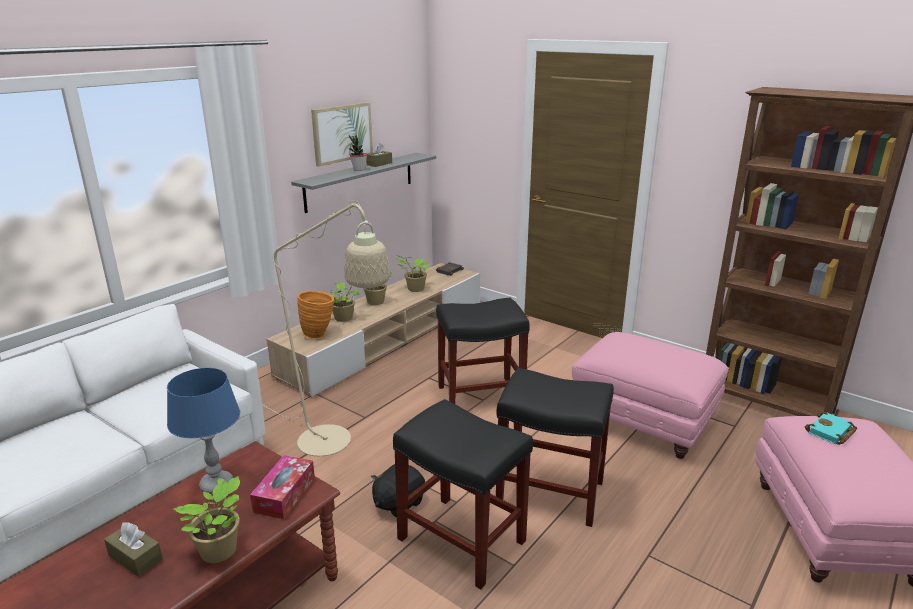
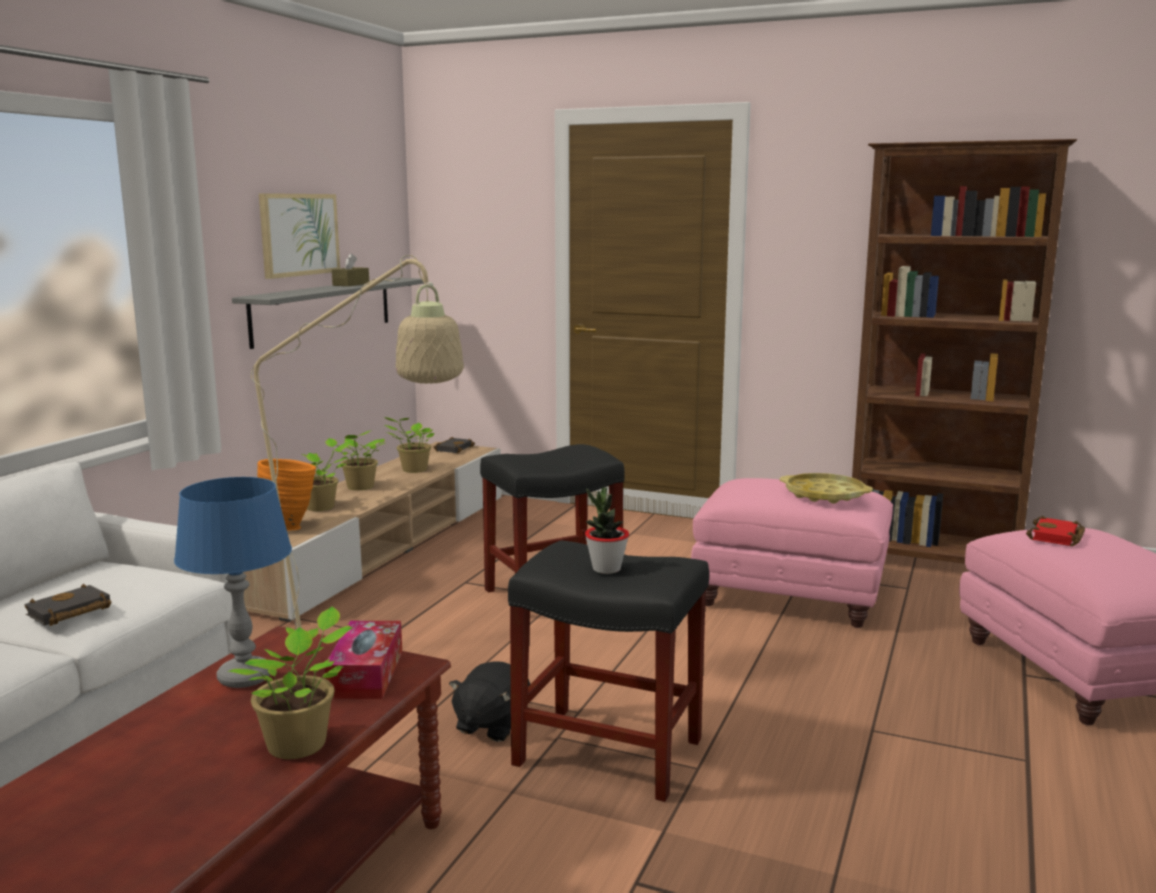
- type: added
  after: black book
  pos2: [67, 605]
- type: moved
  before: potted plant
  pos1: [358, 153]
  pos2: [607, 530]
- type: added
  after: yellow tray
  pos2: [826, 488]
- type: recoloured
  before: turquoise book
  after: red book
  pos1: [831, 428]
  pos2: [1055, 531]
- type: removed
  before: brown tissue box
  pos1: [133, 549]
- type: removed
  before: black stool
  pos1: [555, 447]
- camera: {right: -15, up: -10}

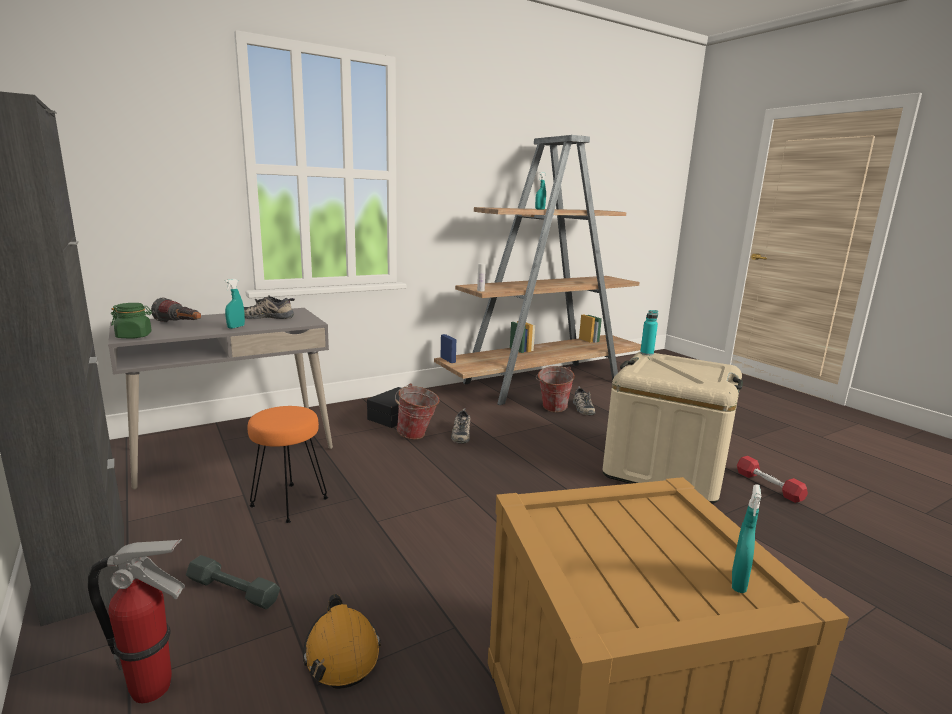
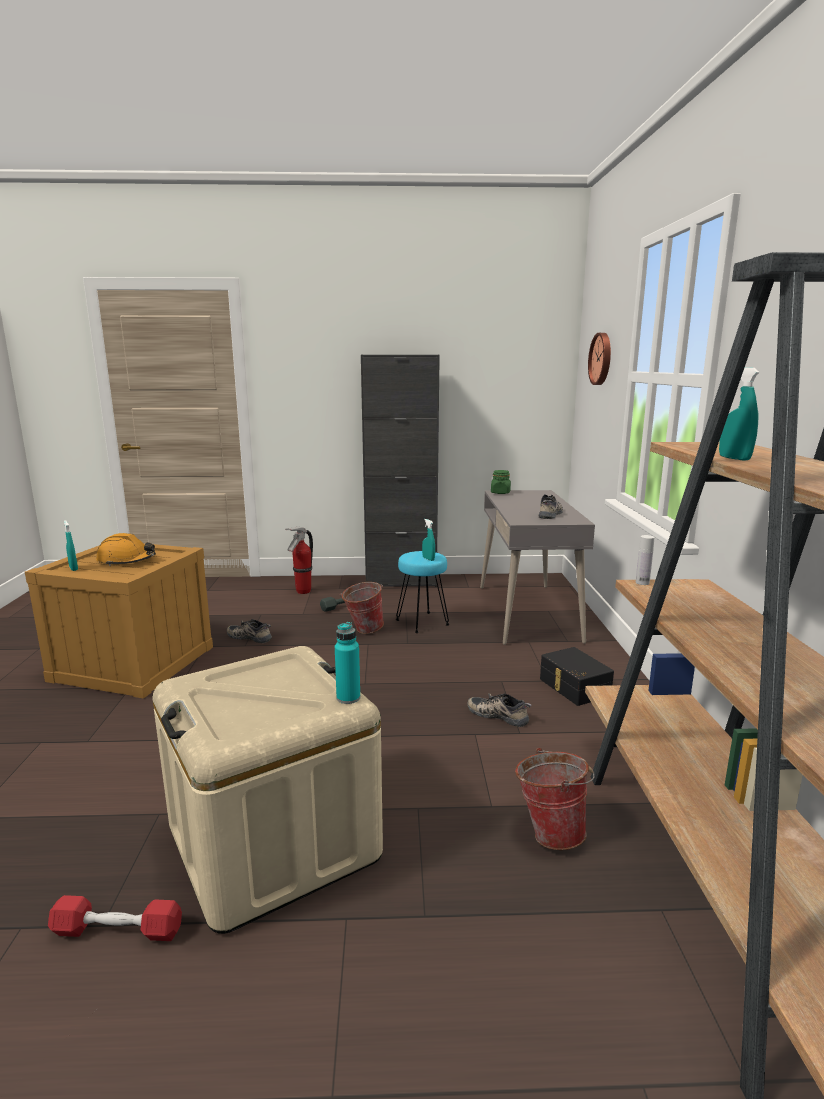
- type: moved
  before: orange hard hat
  pos1: [342, 641]
  pos2: [126, 549]
- type: moved
  before: shoe
  pos1: [584, 400]
  pos2: [249, 631]
- type: moved
  before: bucket
  pos1: [417, 411]
  pos2: [362, 608]
- type: recoloured
  before: orange stool
  after: turquoise stool
  pos1: [287, 464]
  pos2: [423, 592]
- type: moved
  before: turquoise spray bottle
  pos1: [235, 304]
  pos2: [428, 540]
- type: added
  after: wall clock
  pos2: [599, 359]
- type: removed
  before: flashlight
  pos1: [176, 309]
- camera: {right: 120, up: 0}

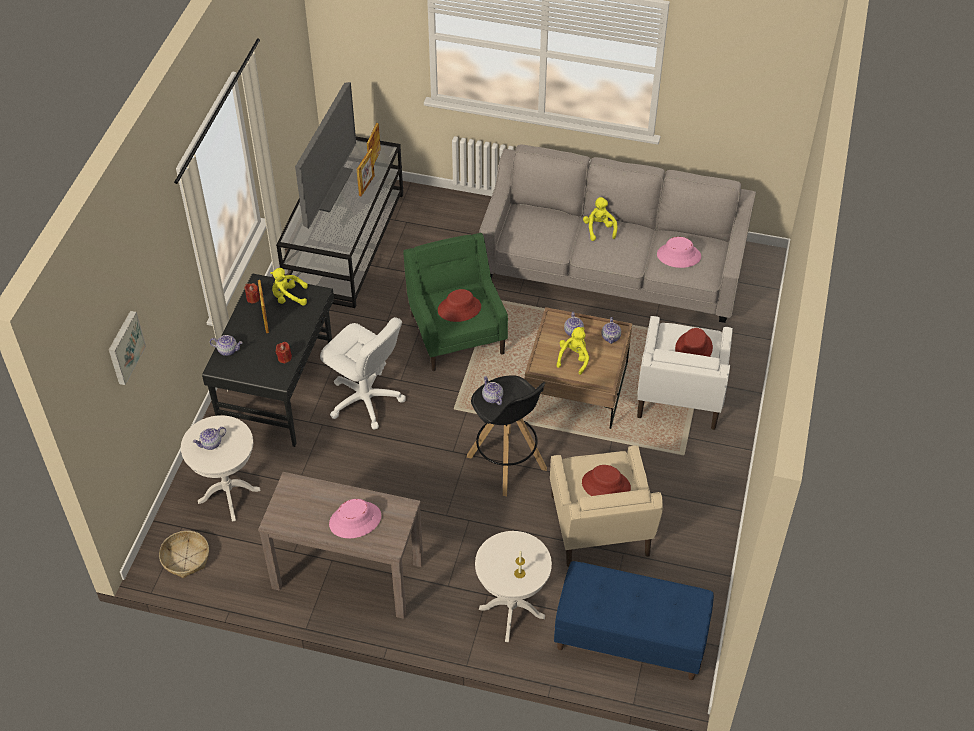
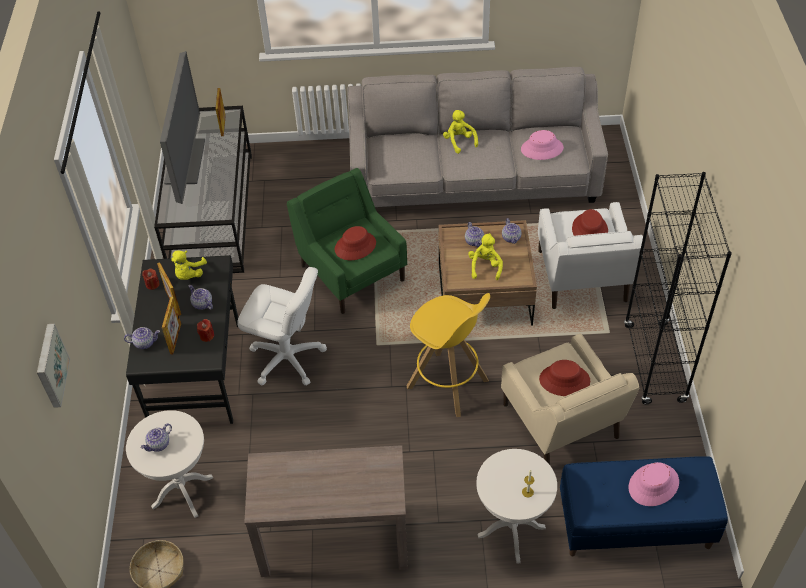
- type: moved
  before: picture frame
  pos1: [366, 172]
  pos2: [171, 325]
- type: turned
  before: yellow plush toy
  pos1: [289, 287]
  pos2: [189, 265]
  turn: -60
- type: moved
  before: teapot
  pos1: [492, 390]
  pos2: [201, 297]
- type: recoloured
  before: black stool
  after: yellow stool
  pos1: [507, 435]
  pos2: [448, 355]
- type: added
  after: black bookcase
  pos2: [678, 288]
- type: moved
  before: pink hat
  pos1: [355, 518]
  pos2: [653, 484]
- camera: {right: -15, up: 0}

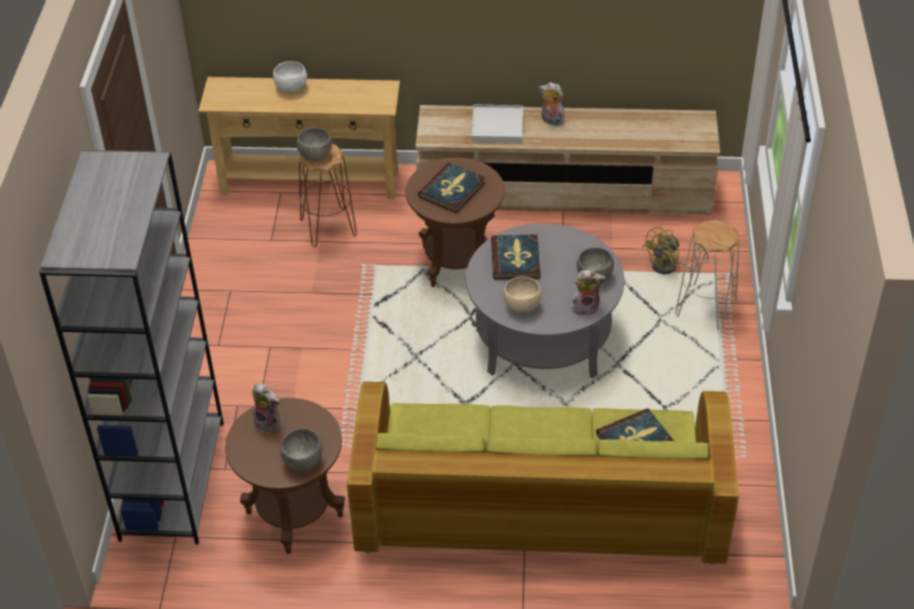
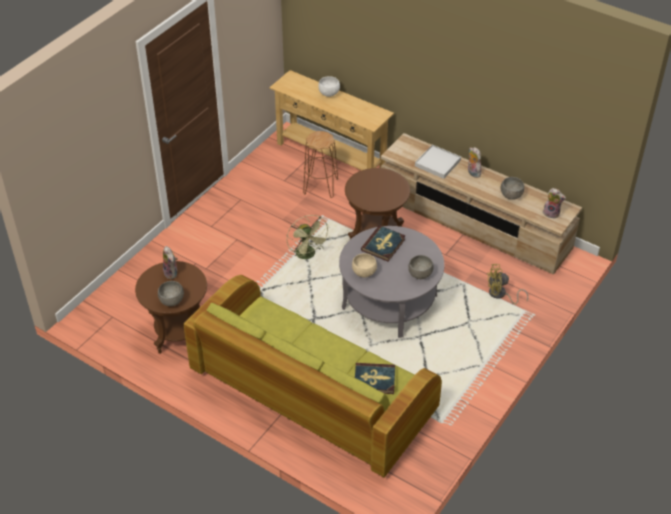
- type: added
  after: green fan
  pos2: [308, 237]
- type: moved
  before: grey bowl
  pos1: [314, 144]
  pos2: [512, 188]
- type: moved
  before: plush toy
  pos1: [589, 293]
  pos2: [554, 203]
- type: removed
  before: grey bookcase
  pos1: [131, 347]
- type: removed
  before: book
  pos1: [451, 187]
- type: removed
  before: beige stool
  pos1: [707, 275]
- camera: {right: 30, up: 0}

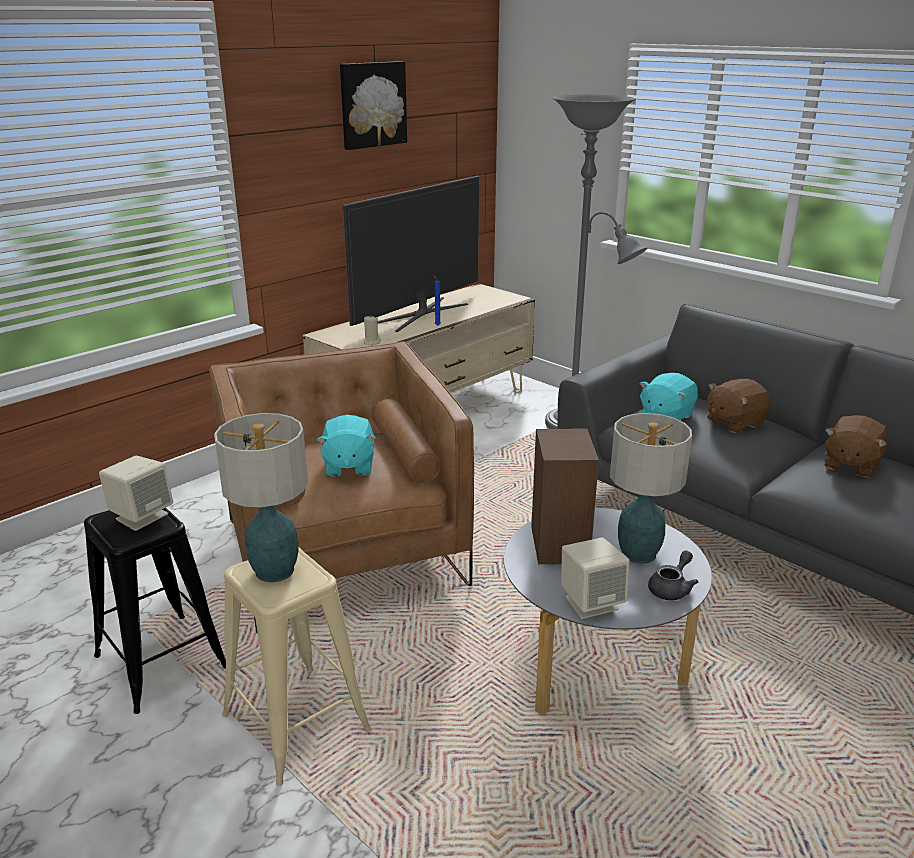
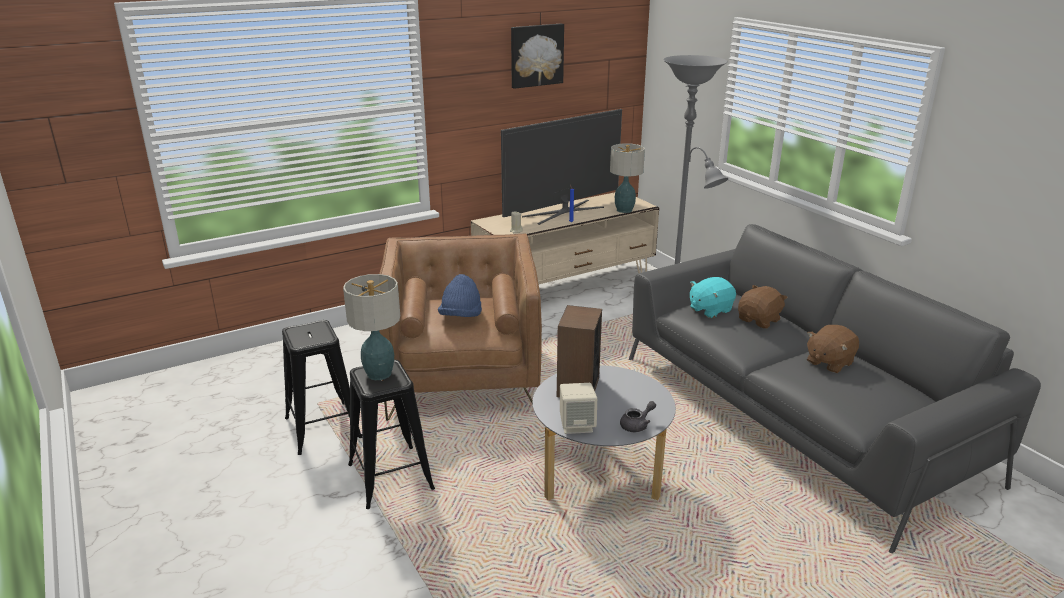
- type: recoloured
  before: beige stool
  after: black stool
  pos1: [297, 667]
  pos2: [391, 434]
- type: replaced
  before: turquoise plush toy
  after: blue hat
  pos1: [346, 446]
  pos2: [460, 295]
- type: moved
  before: table lamp
  pos1: [651, 488]
  pos2: [627, 178]
- type: turned
  before: brown plush toy
  pos1: [739, 406]
  pos2: [763, 307]
  turn: 150
- type: removed
  before: beige speaker
  pos1: [136, 493]
- camera: {right: 15, up: 0}

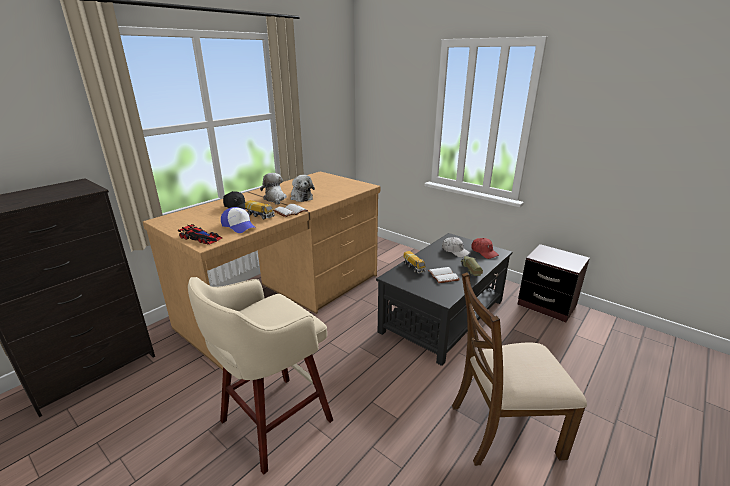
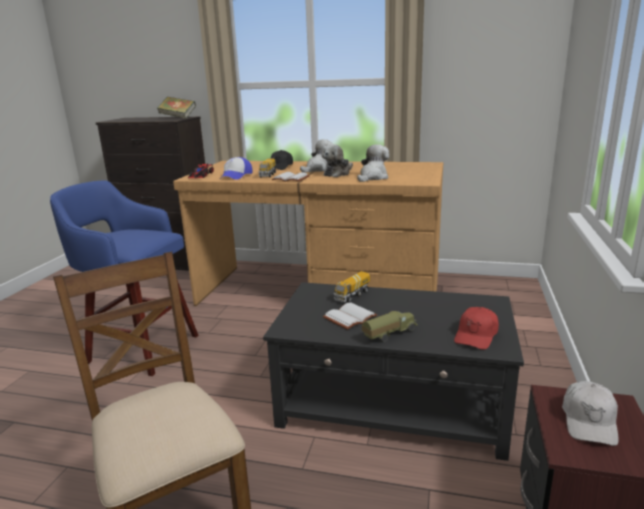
- type: recoloured
  before: beige stool
  after: blue stool
  pos1: [260, 376]
  pos2: [124, 278]
- type: added
  after: book
  pos2: [176, 108]
- type: added
  after: plush toy
  pos2: [373, 163]
- type: moved
  before: white cap
  pos1: [456, 247]
  pos2: [590, 413]
- camera: {right: 65, up: -5}

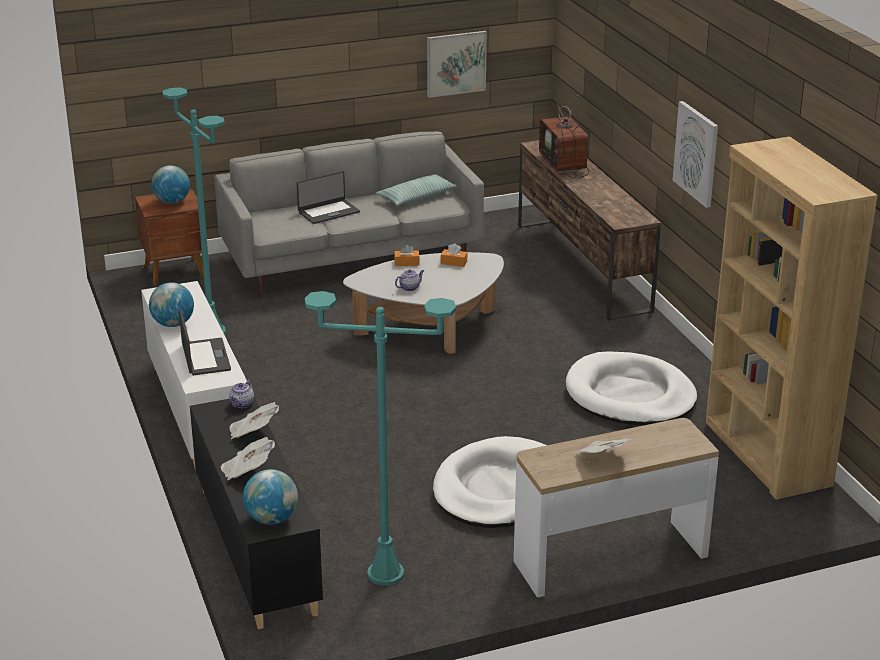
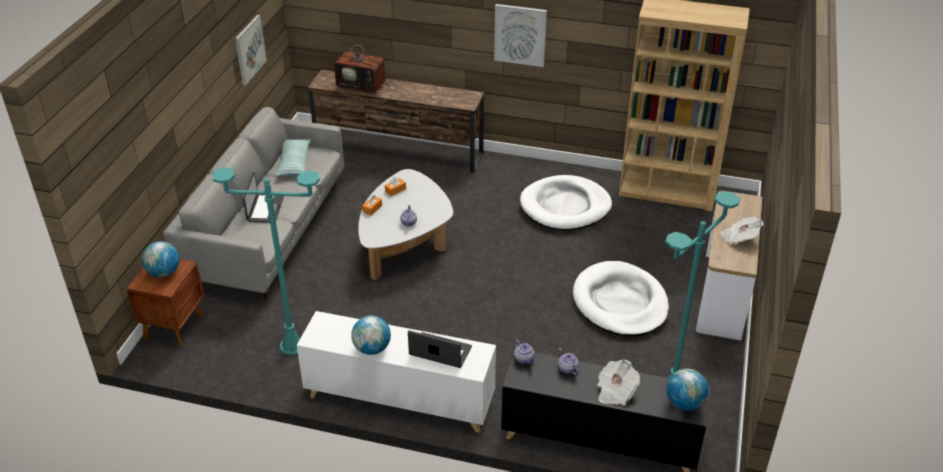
- type: replaced
  before: newspaper
  after: teapot
  pos1: [254, 420]
  pos2: [568, 361]
- camera: {right: -55, up: 10}

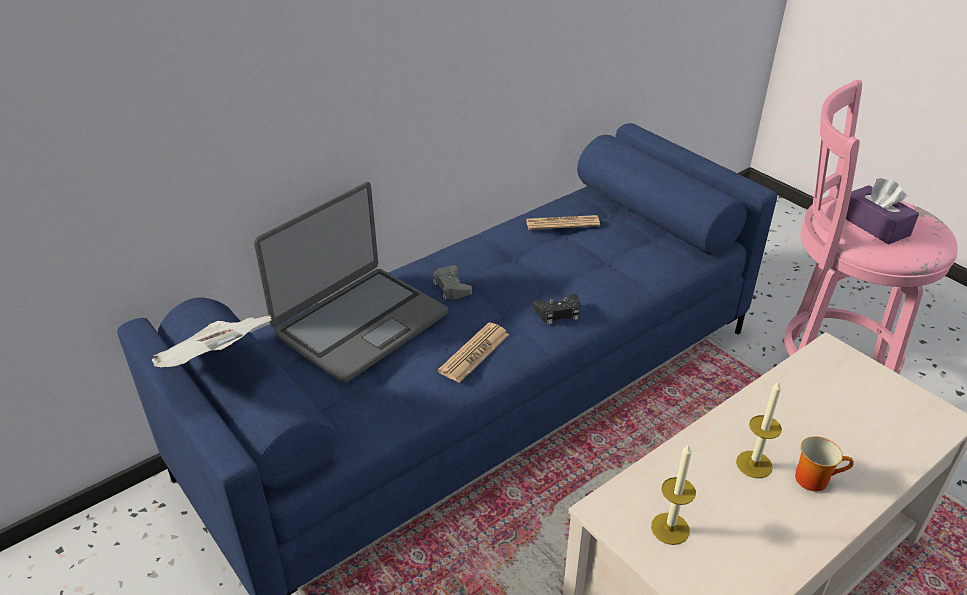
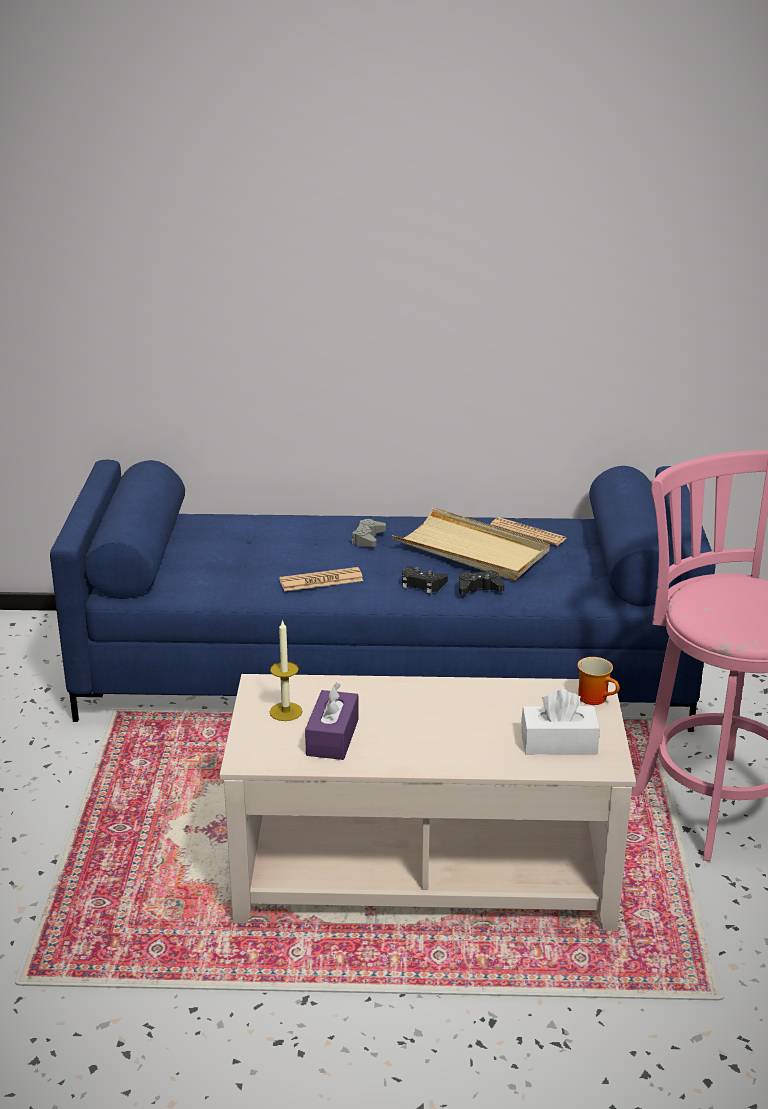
- type: moved
  before: purple tissue box
  pos1: [882, 211]
  pos2: [332, 721]
- type: added
  after: beige tray
  pos2: [471, 544]
- type: added
  after: black game controller
  pos2: [481, 582]
- type: added
  after: white tissue box
  pos2: [560, 721]
- type: moved
  before: mug
  pos1: [824, 464]
  pos2: [598, 681]
- type: removed
  before: newspaper
  pos1: [211, 341]
- type: removed
  before: laptop
  pos1: [350, 282]
- type: removed
  before: candle
  pos1: [759, 429]
- camera: {right: 40, up: -10}

